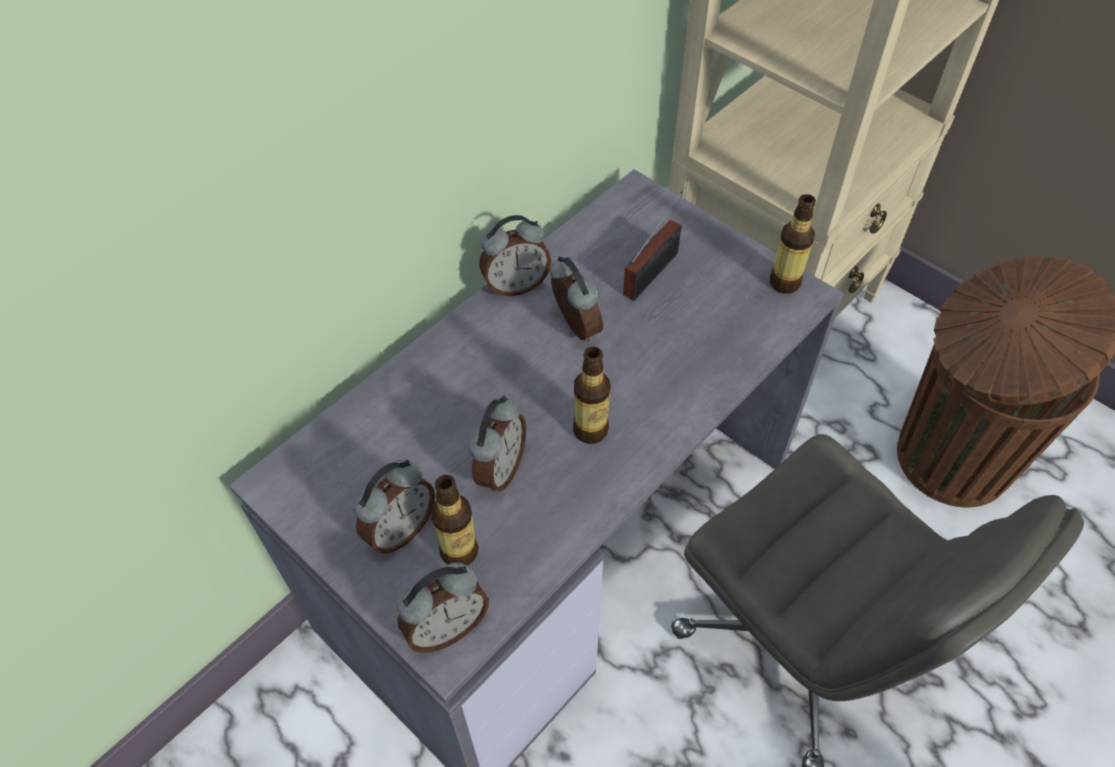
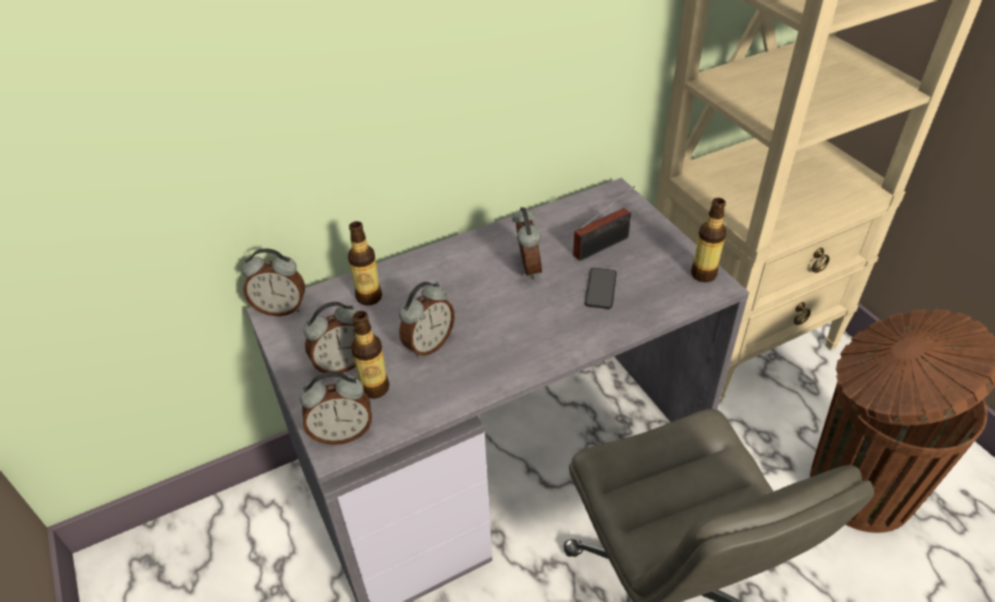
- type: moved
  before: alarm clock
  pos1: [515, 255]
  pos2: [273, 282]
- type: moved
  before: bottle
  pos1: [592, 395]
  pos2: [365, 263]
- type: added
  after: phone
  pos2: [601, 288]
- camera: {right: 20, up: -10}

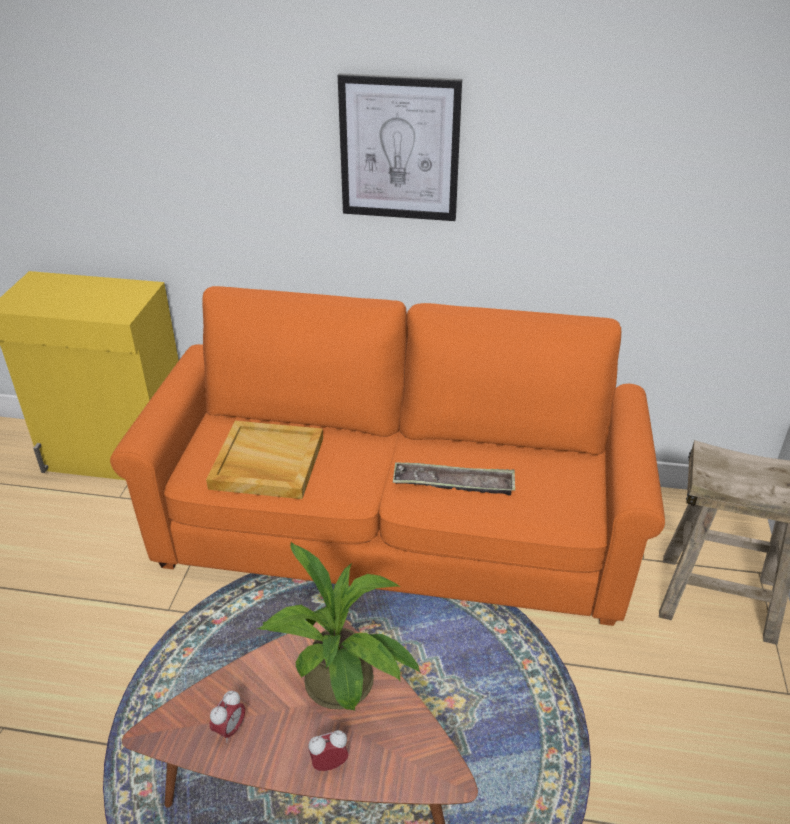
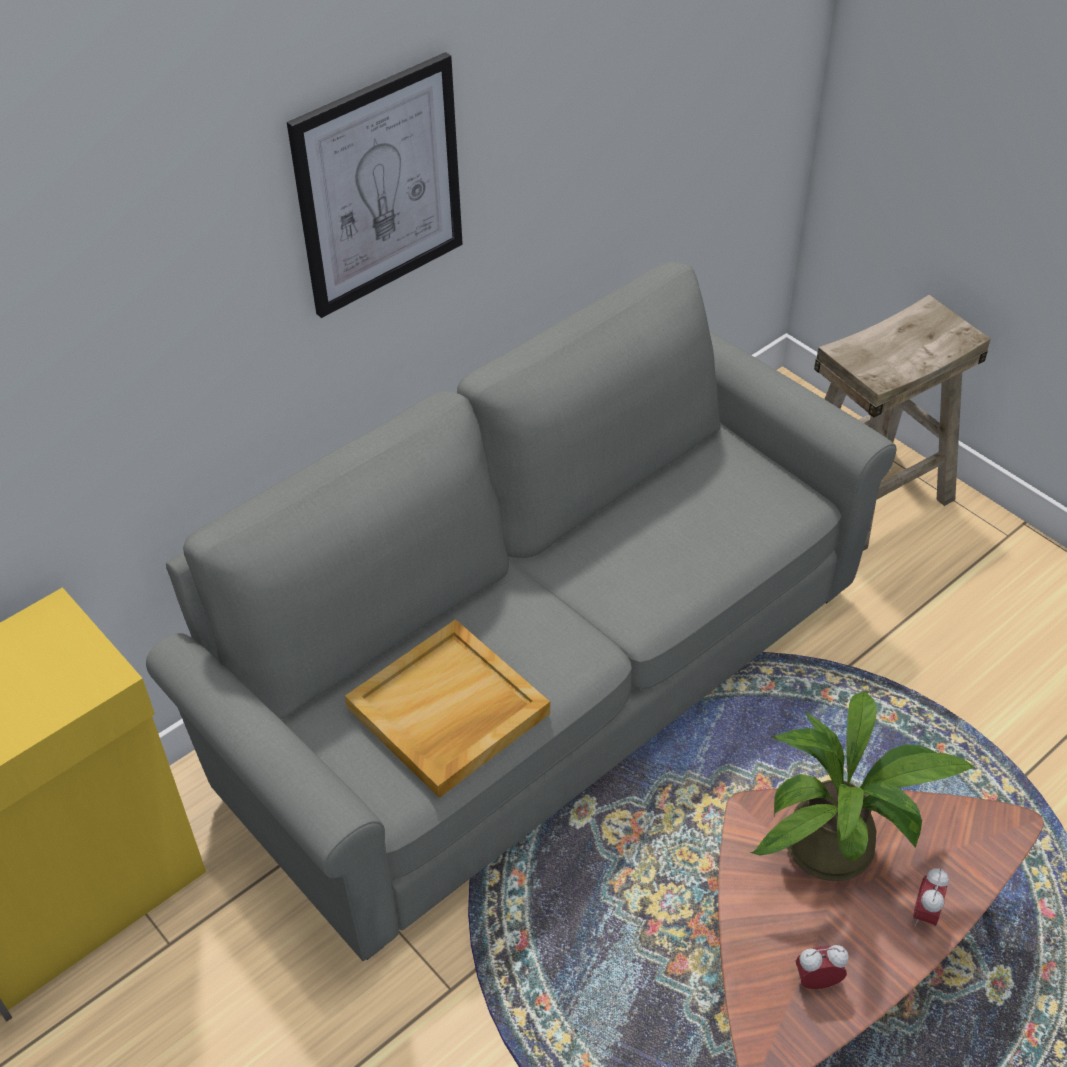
- type: recoloured
  before: orange sofa
  after: grey sofa
  pos1: [387, 456]
  pos2: [521, 611]
- type: turned
  before: alarm clock
  pos1: [227, 717]
  pos2: [822, 967]
  turn: -75
- type: removed
  before: tray
  pos1: [454, 479]
- camera: {right: -50, up: 10}

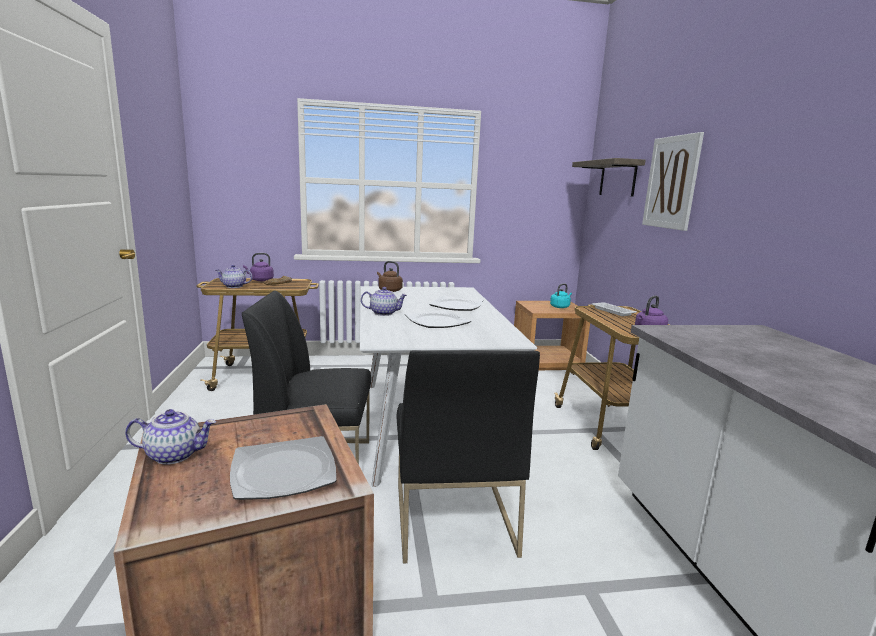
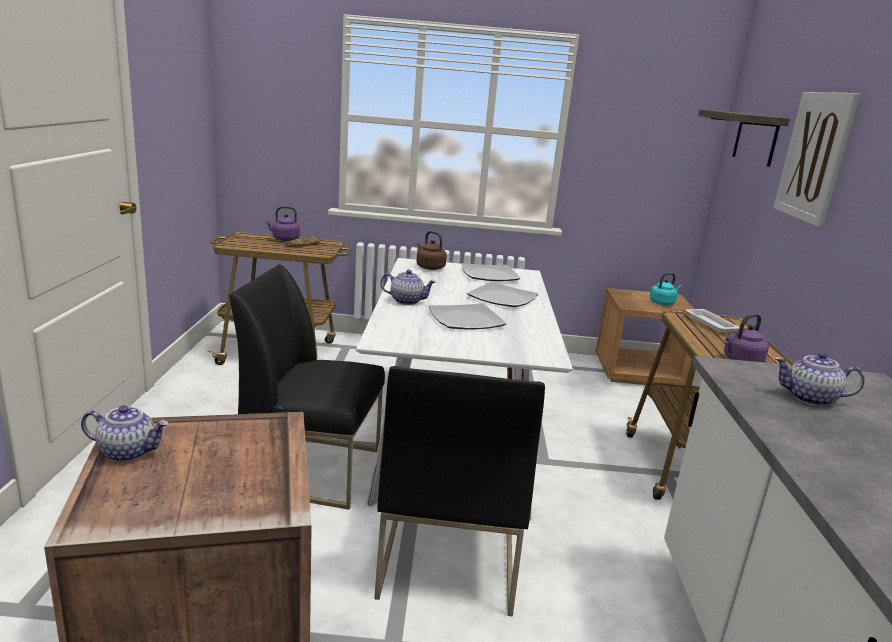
- type: moved
  before: plate
  pos1: [283, 468]
  pos2: [491, 272]
- type: moved
  before: teapot
  pos1: [234, 276]
  pos2: [820, 379]
- camera: {right: 10, up: 5}

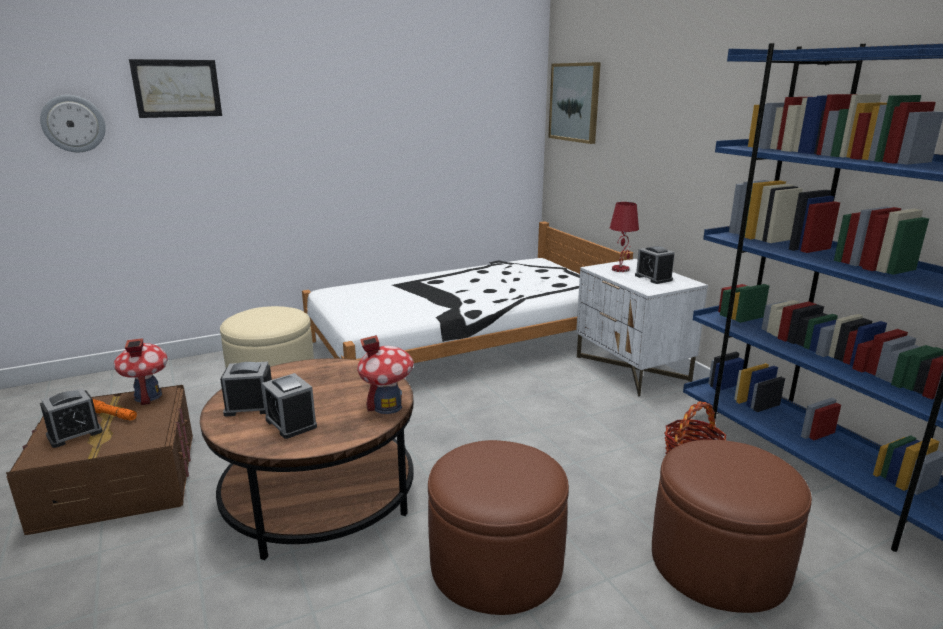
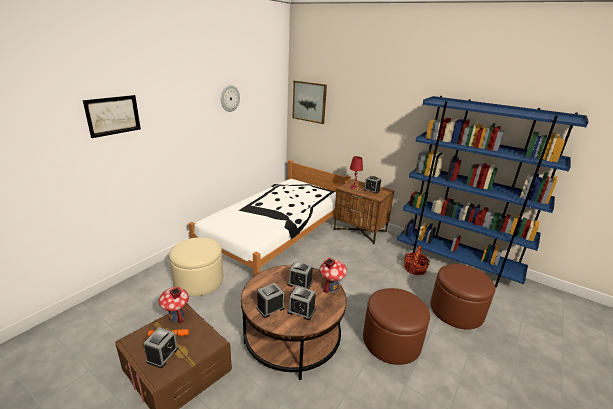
- type: moved
  before: wall clock
  pos1: [73, 123]
  pos2: [230, 98]
- type: added
  after: alarm clock
  pos2: [300, 275]
- type: recoloured
  before: white nightstand
  after: brown nightstand
  pos1: [642, 328]
  pos2: [364, 212]
- camera: {right: -30, up: 5}

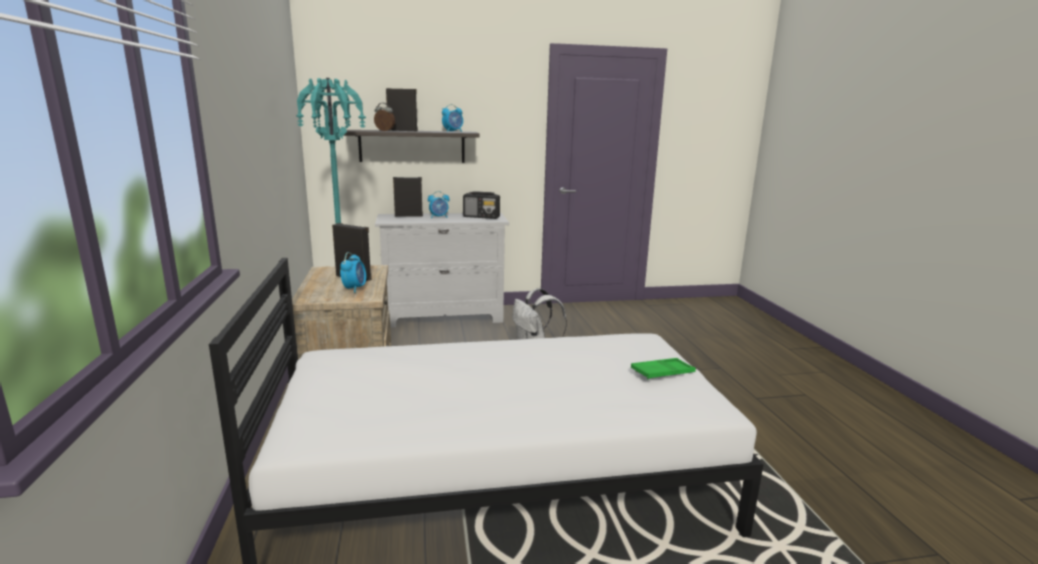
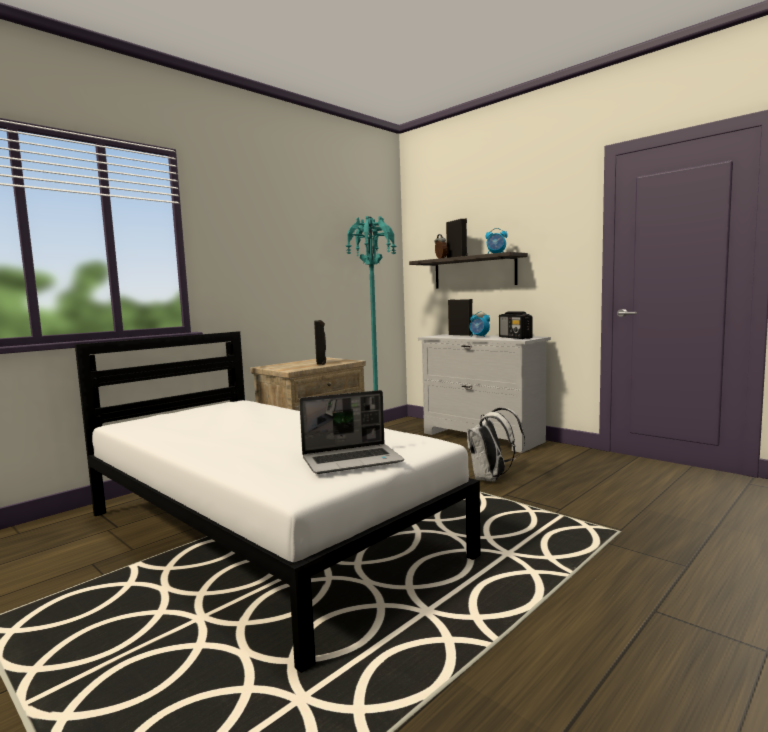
- type: replaced
  before: green tray
  after: laptop
  pos1: [663, 369]
  pos2: [351, 432]
- type: removed
  before: alarm clock
  pos1: [353, 272]
- camera: {right: 55, up: -10}

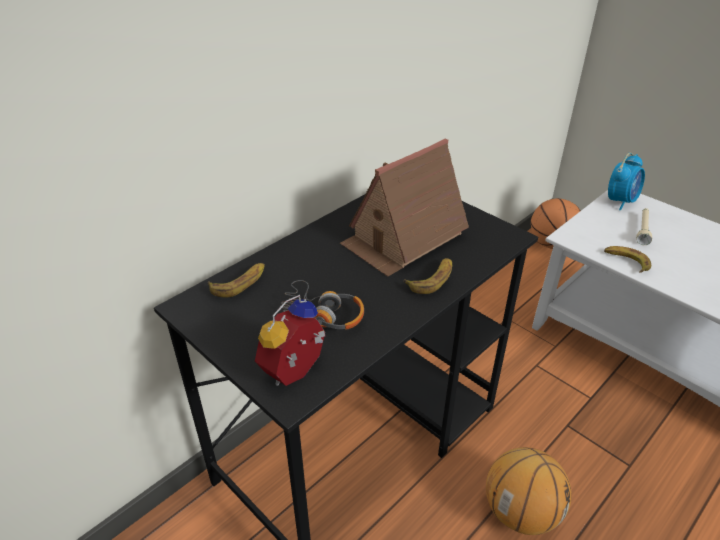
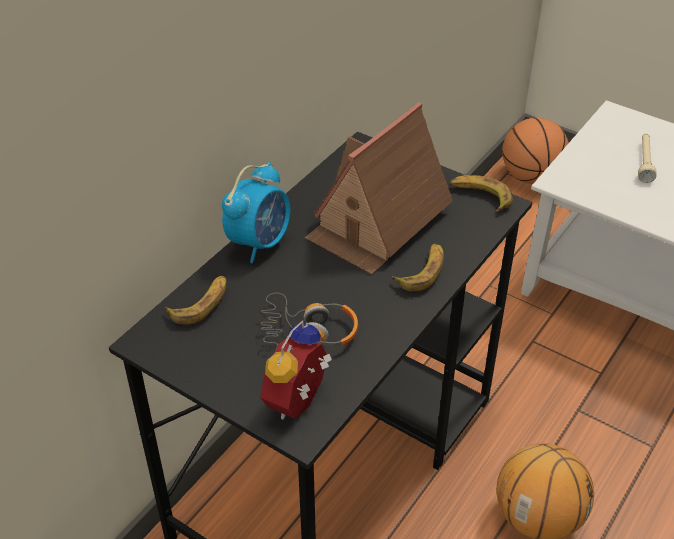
- type: moved
  before: alarm clock
  pos1: [626, 182]
  pos2: [256, 212]
- type: moved
  before: banana
  pos1: [627, 259]
  pos2: [481, 193]
- camera: {right: -10, up: 5}

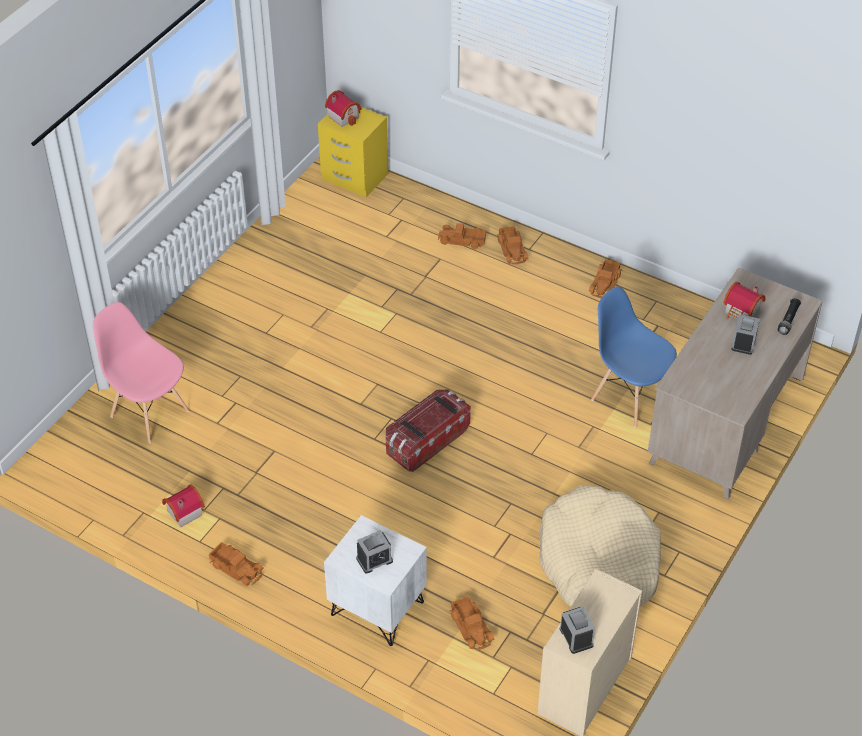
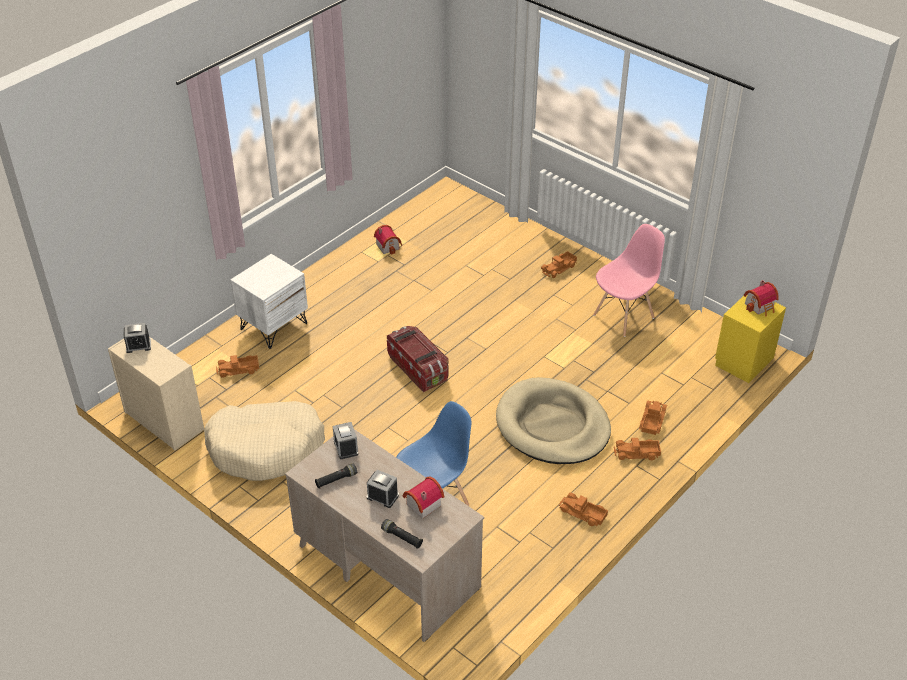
- type: added
  after: black flashlight
  pos2: [336, 476]
- type: moved
  before: alarm clock
  pos1: [374, 552]
  pos2: [345, 440]
- type: added
  after: beige dog bed
  pos2: [553, 420]
- type: moved
  before: toy truck
  pos1: [236, 564]
  pos2: [559, 264]
- type: moved
  before: pink chair
  pos1: [141, 372]
  pos2: [629, 280]
- camera: {right: 100, up: -5}

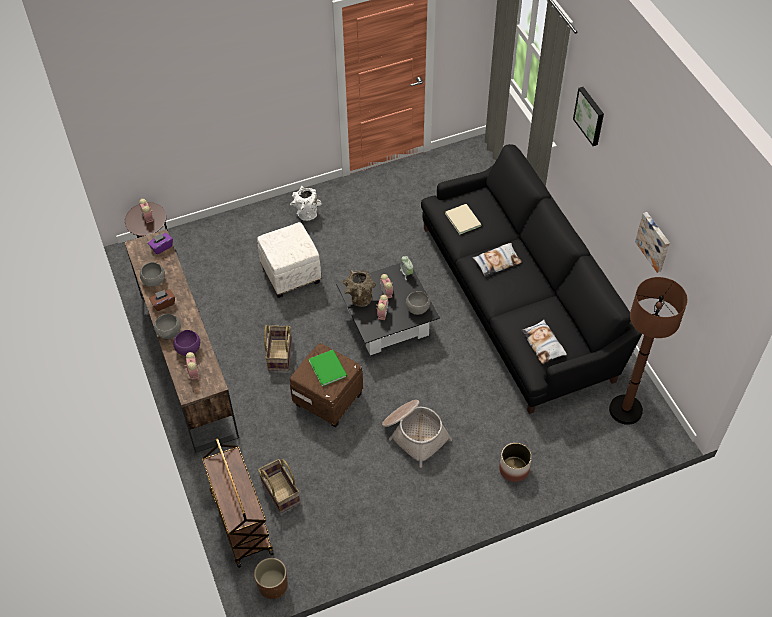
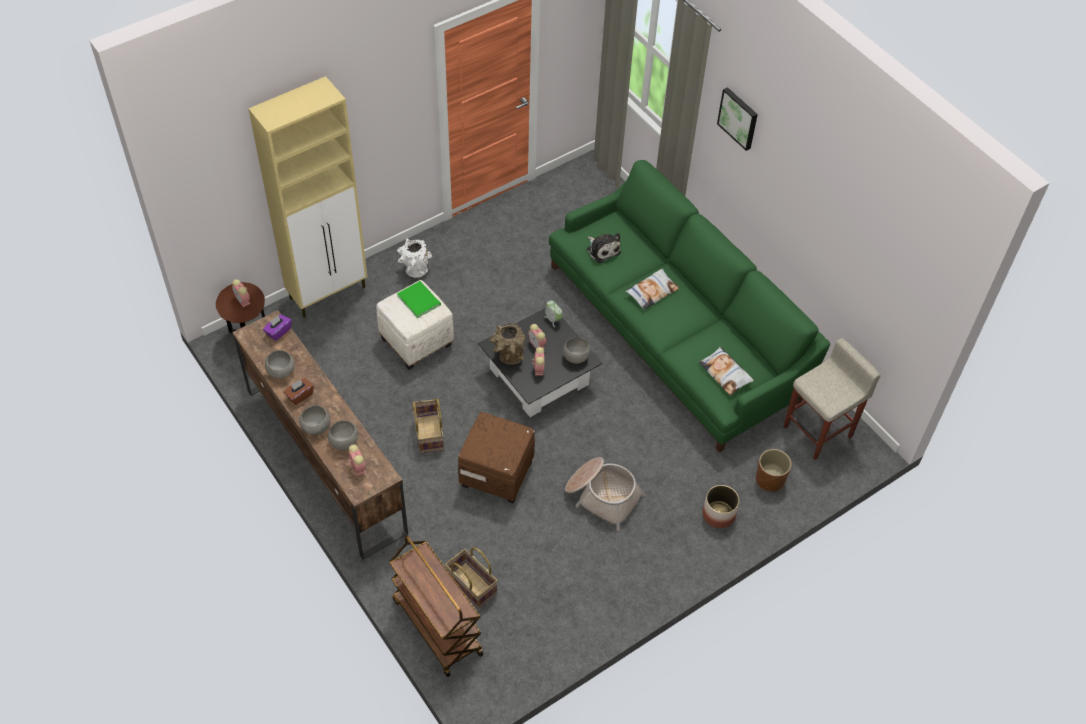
- type: added
  after: beige cabinet
  pos2: [307, 196]
- type: recoloured
  before: purple bowl
  after: grey bowl
  pos1: [186, 343]
  pos2: [342, 435]
- type: moved
  before: green book
  pos1: [328, 368]
  pos2: [419, 299]
- type: recoloured
  before: black sofa
  after: green sofa
  pos1: [531, 279]
  pos2: [689, 306]
- type: replaced
  before: beige book
  after: plush toy
  pos1: [463, 219]
  pos2: [604, 248]
- type: moved
  before: brown planter
  pos1: [271, 578]
  pos2: [774, 470]
- type: replaced
  before: brown floor lamp
  after: beige stool
  pos1: [648, 351]
  pos2: [832, 399]
- type: removed
  before: picture
  pos1: [652, 242]
- camera: {right: -15, up: 0}

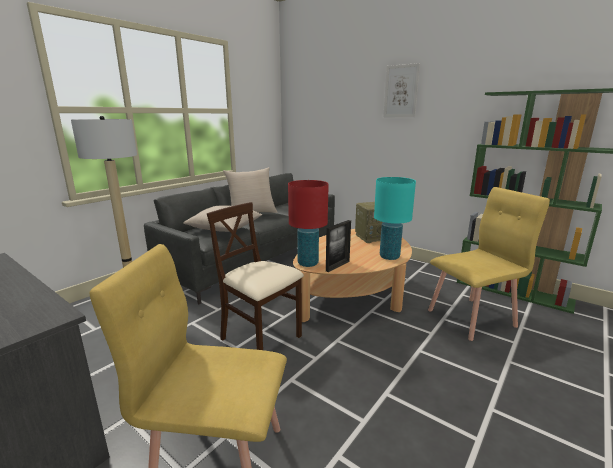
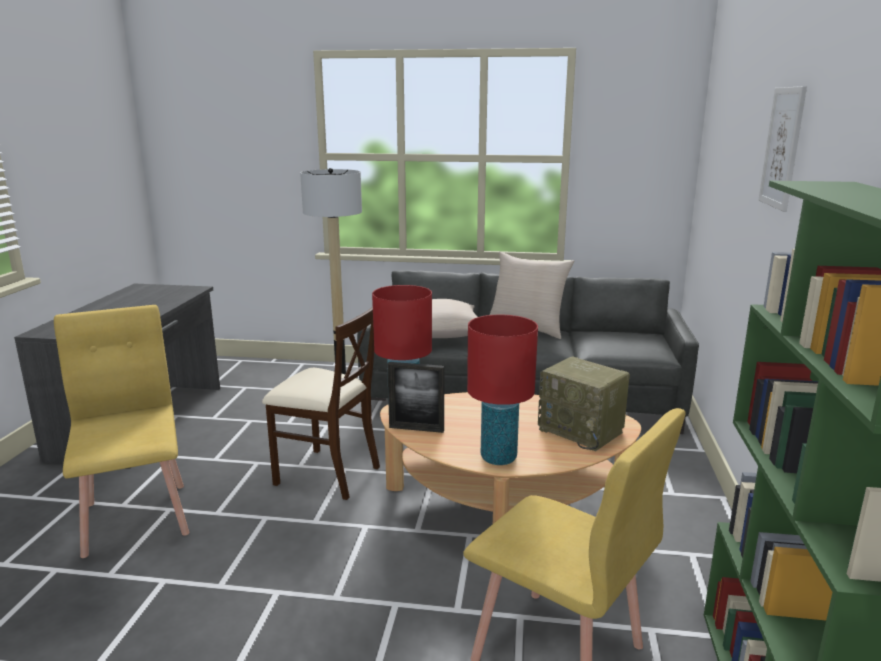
- type: turned
  before: beige chair
  pos1: [255, 276]
  pos2: [321, 403]
  turn: 105
- type: recoloured
  before: turquoise table lamp
  after: red table lamp
  pos1: [395, 218]
  pos2: [502, 390]
- camera: {right: 60, up: 0}

